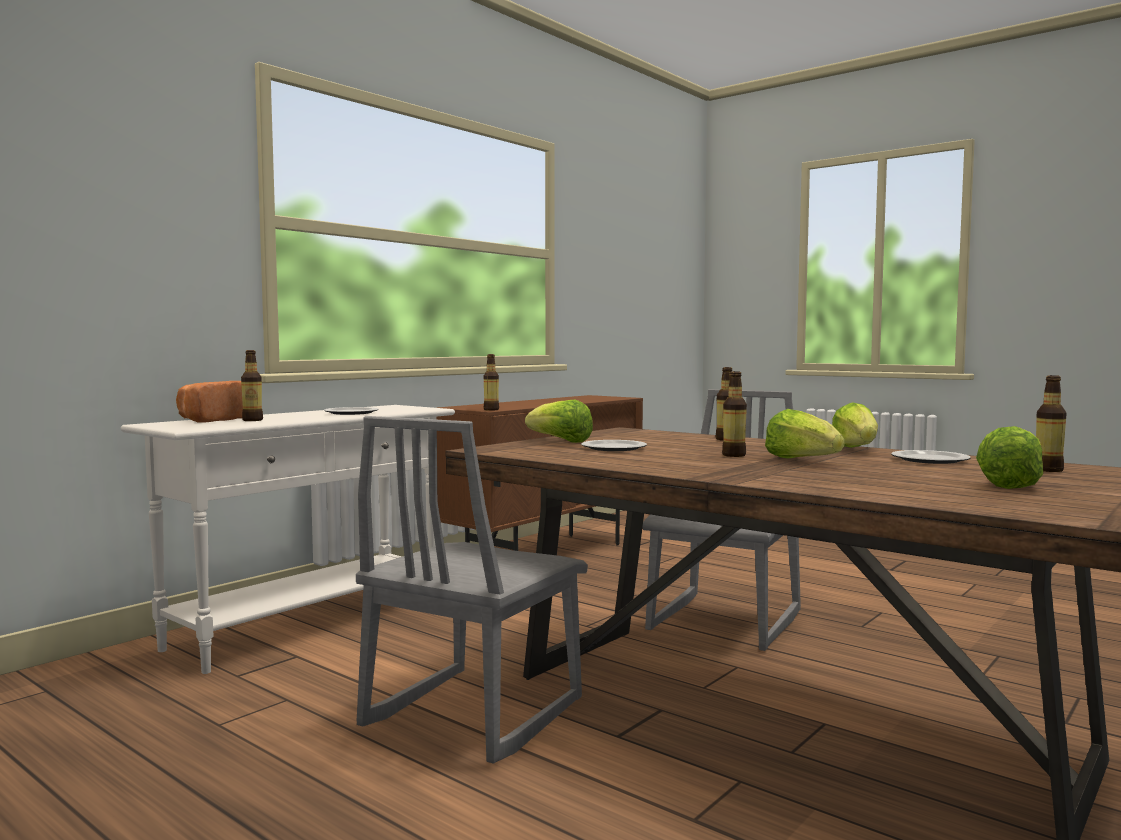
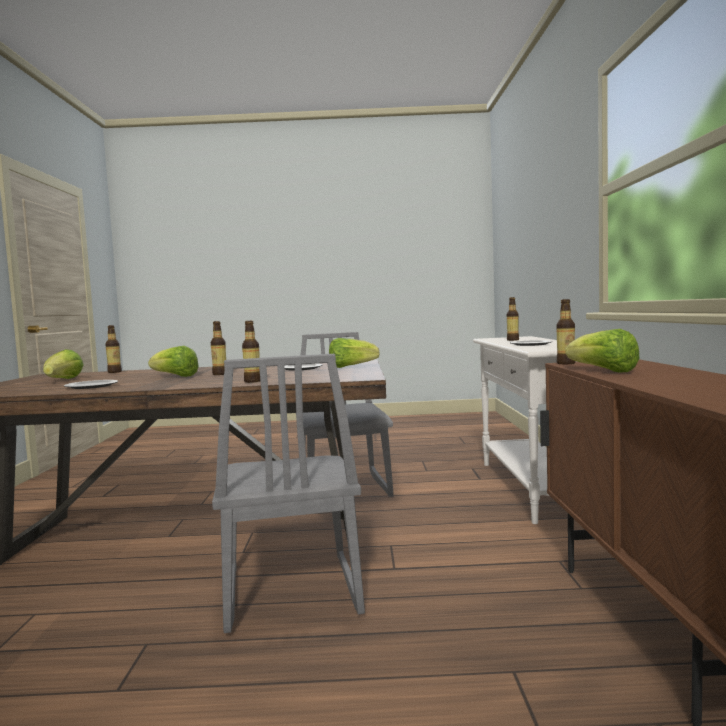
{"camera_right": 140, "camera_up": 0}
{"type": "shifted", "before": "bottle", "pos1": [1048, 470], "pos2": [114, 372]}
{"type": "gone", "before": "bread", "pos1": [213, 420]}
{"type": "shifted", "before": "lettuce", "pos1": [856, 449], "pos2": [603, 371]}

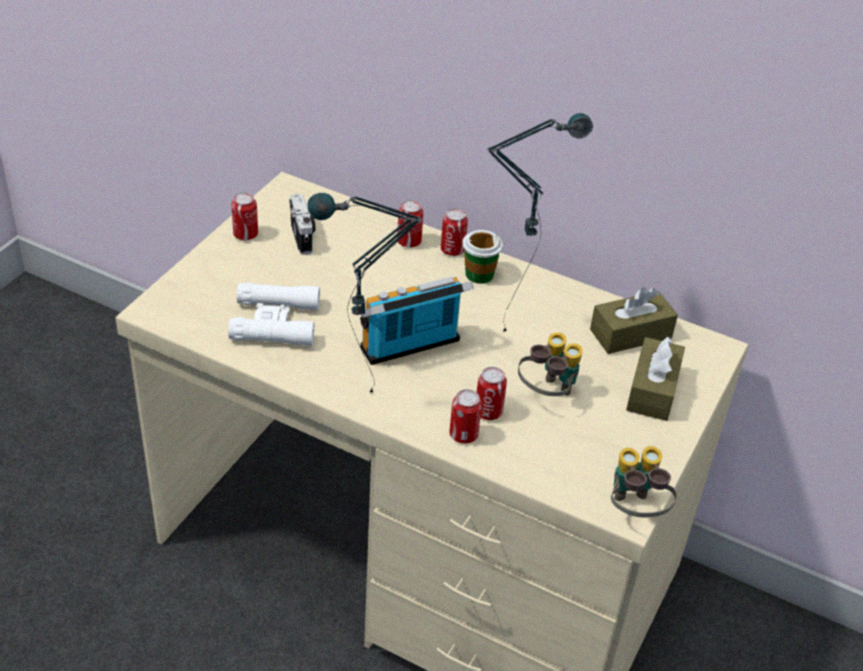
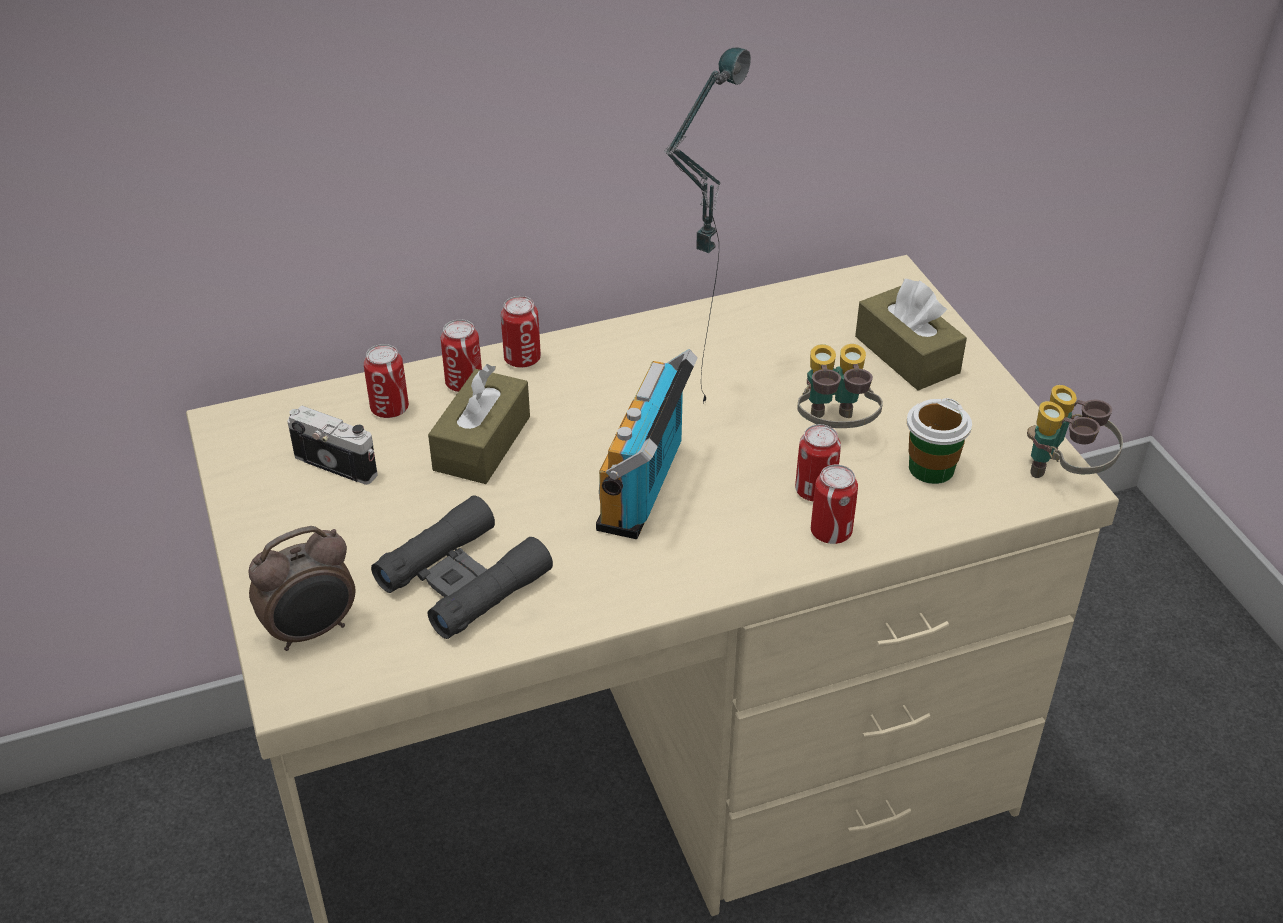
{"camera_right": -45, "camera_up": 0}
{"type": "shifted", "before": "can", "pos1": [245, 234], "pos2": [389, 408]}
{"type": "gone", "before": "table lamp", "pos1": [360, 404]}
{"type": "shifted", "before": "cup", "pos1": [479, 274], "pos2": [931, 468]}
{"type": "repainted", "before": "binoculars in white", "after": "binoculars in black", "pos1": [275, 322], "pos2": [463, 579]}
{"type": "shifted", "before": "tissue box in brown", "pos1": [630, 334], "pos2": [482, 443]}
{"type": "new", "after": "alarm clock", "pos2": [312, 631]}

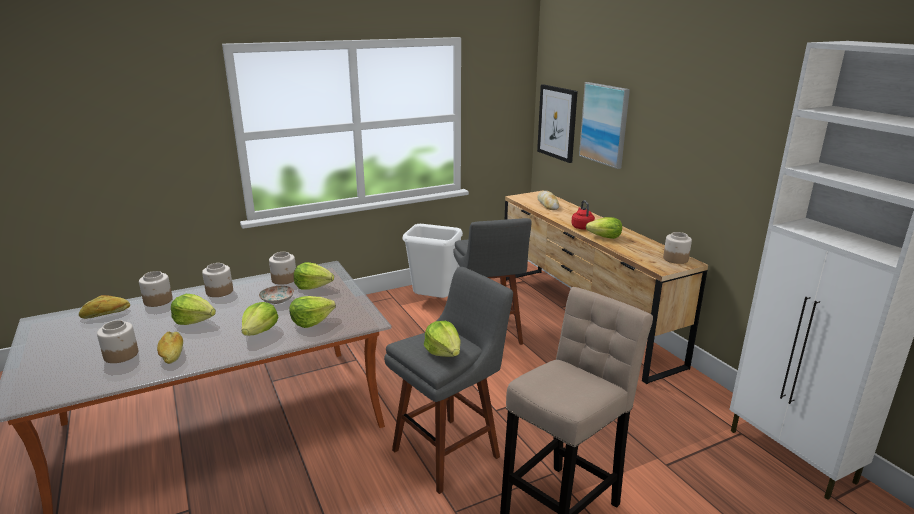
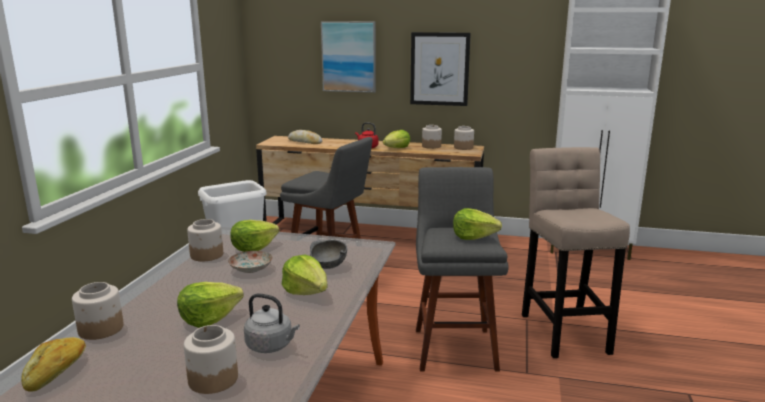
{"camera_right": -50, "camera_up": -5}
{"type": "shifted", "before": "picture", "pos1": [557, 122], "pos2": [439, 69]}
{"type": "shifted", "before": "jar", "pos1": [220, 291], "pos2": [431, 146]}
{"type": "swapped", "before": "lettuce", "after": "bowl in grey", "pos1": [311, 321], "pos2": [329, 266]}
{"type": "swapped", "before": "bread", "after": "kettle in grey", "pos1": [172, 353], "pos2": [271, 346]}

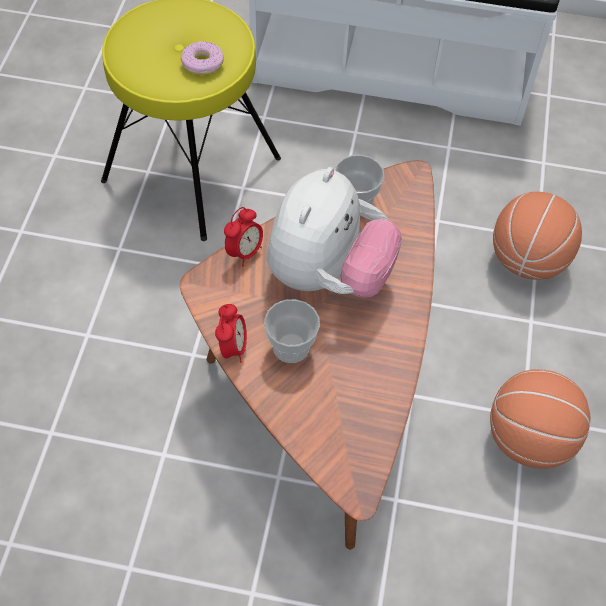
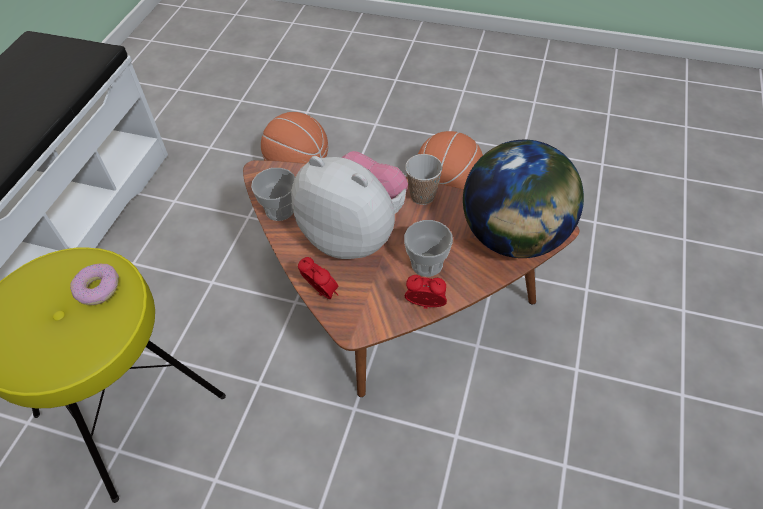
{"camera_right": -80, "camera_up": -5}
{"type": "new", "after": "globe", "pos2": [514, 237]}
{"type": "new", "after": "cup", "pos2": [422, 196]}

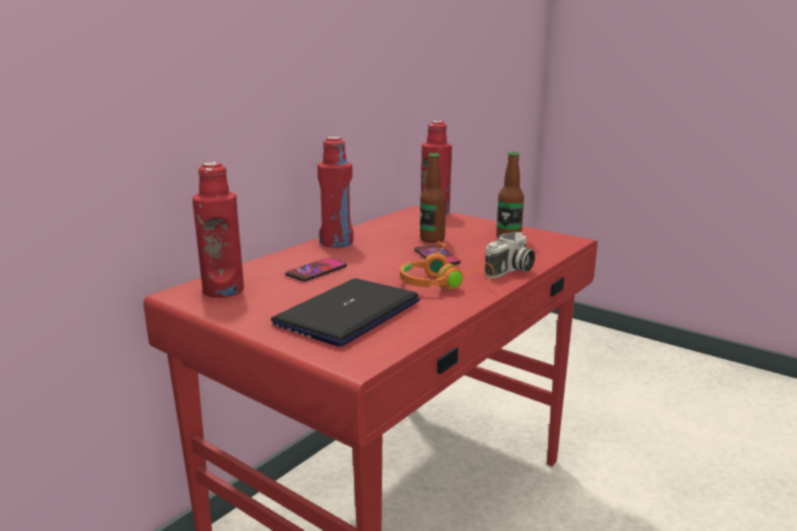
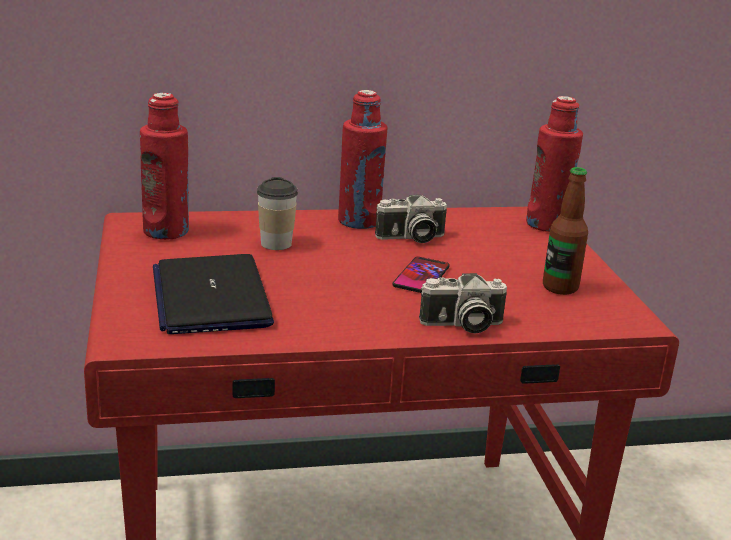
{"camera_right": 40, "camera_up": 5}
{"type": "gone", "before": "bottle", "pos1": [432, 239]}
{"type": "gone", "before": "headphones in orange", "pos1": [442, 284]}
{"type": "swapped", "before": "phone", "after": "cup", "pos1": [316, 271], "pos2": [276, 244]}
{"type": "rotated", "before": "laptop", "pos1": [348, 313], "pos2": [210, 296], "turn": -90}
{"type": "new", "after": "photo camera", "pos2": [411, 238]}

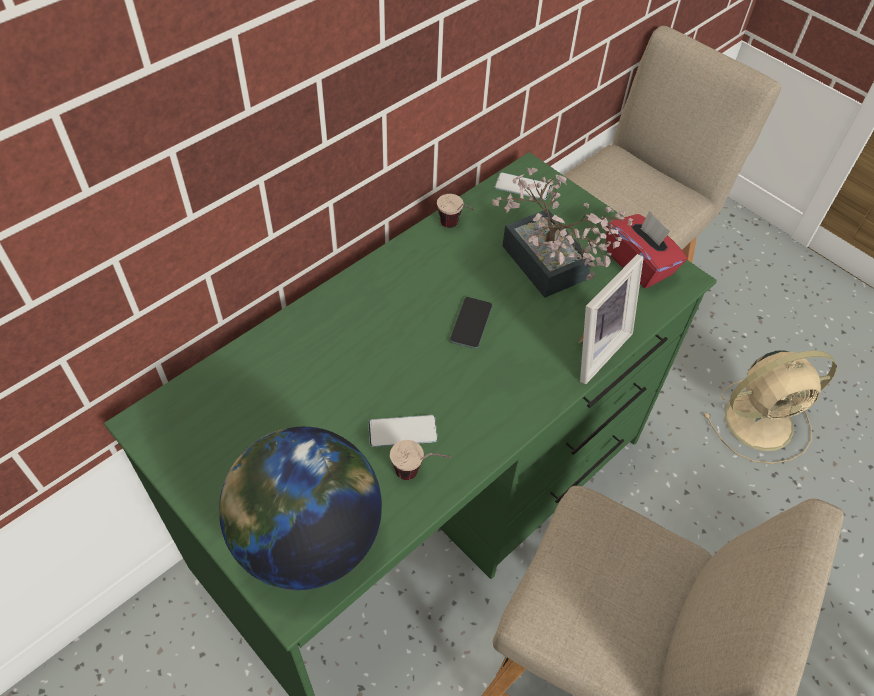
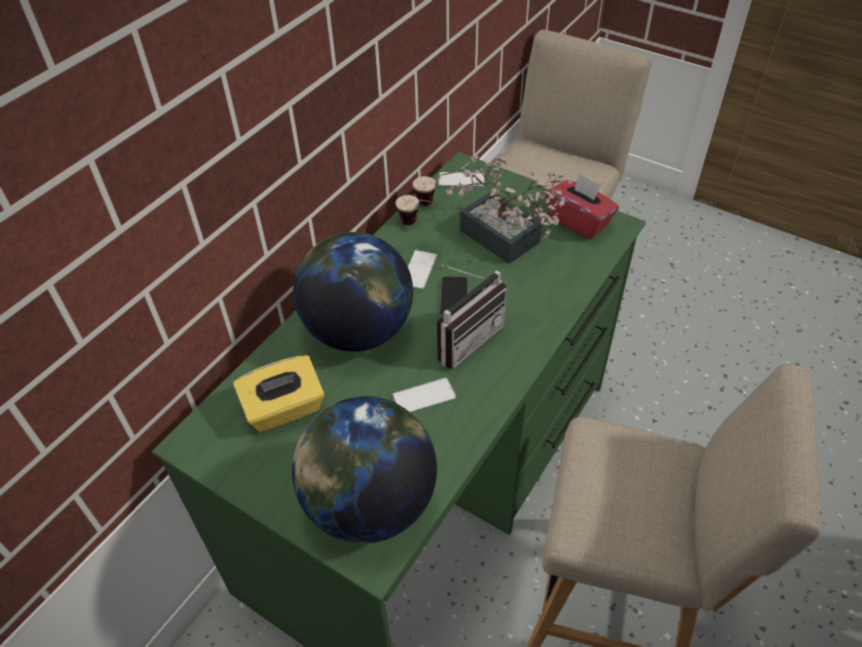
{"camera_right": -10, "camera_up": -5}
{"type": "gone", "before": "picture frame", "pos1": [593, 348]}
{"type": "gone", "before": "fan in beige", "pos1": [761, 421]}
{"type": "shifted", "before": "cup", "pos1": [419, 474], "pos2": [434, 201]}
{"type": "new", "after": "globe", "pos2": [358, 330]}
{"type": "new", "after": "phone", "pos2": [419, 269]}
{"type": "new", "after": "radio", "pos2": [464, 338]}
{"type": "new", "after": "tissue box in yellow", "pos2": [284, 409]}

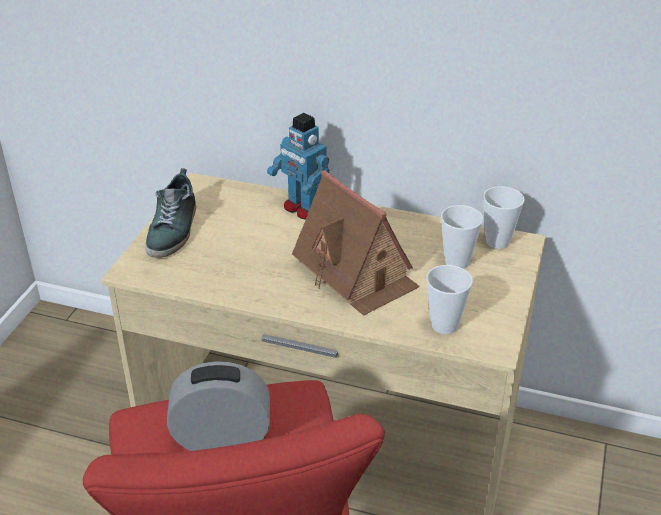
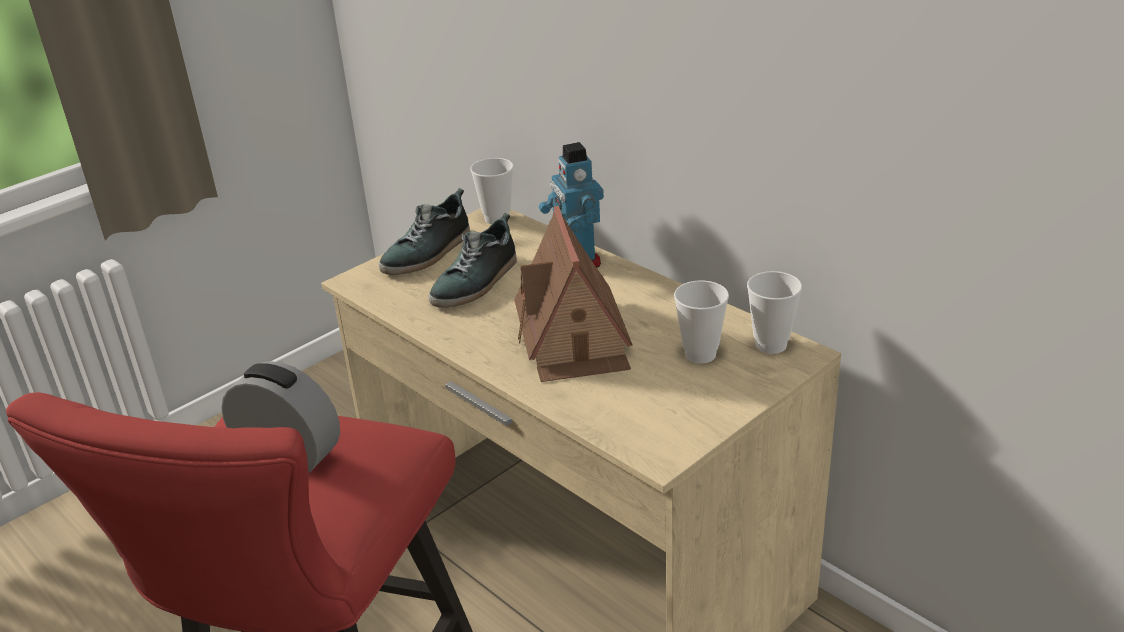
{"camera_right": 30, "camera_up": -5}
{"type": "shifted", "before": "cup", "pos1": [444, 325], "pos2": [497, 218]}
{"type": "new", "after": "shoe", "pos2": [476, 282]}

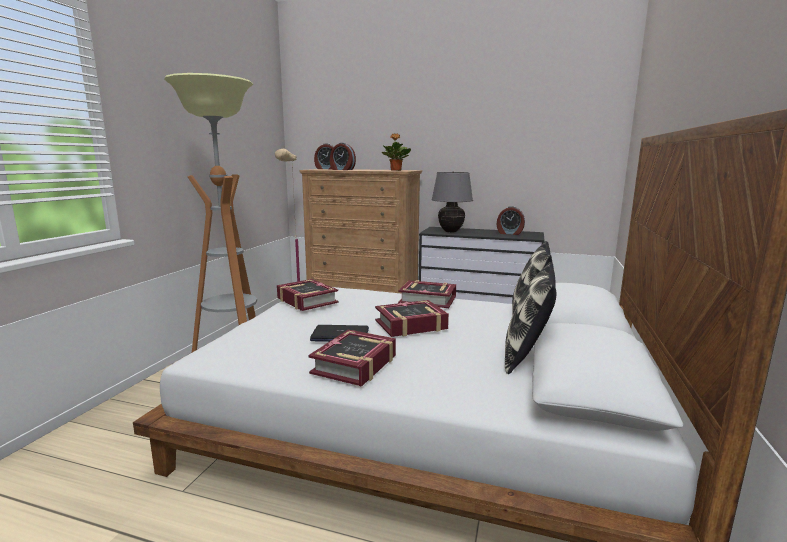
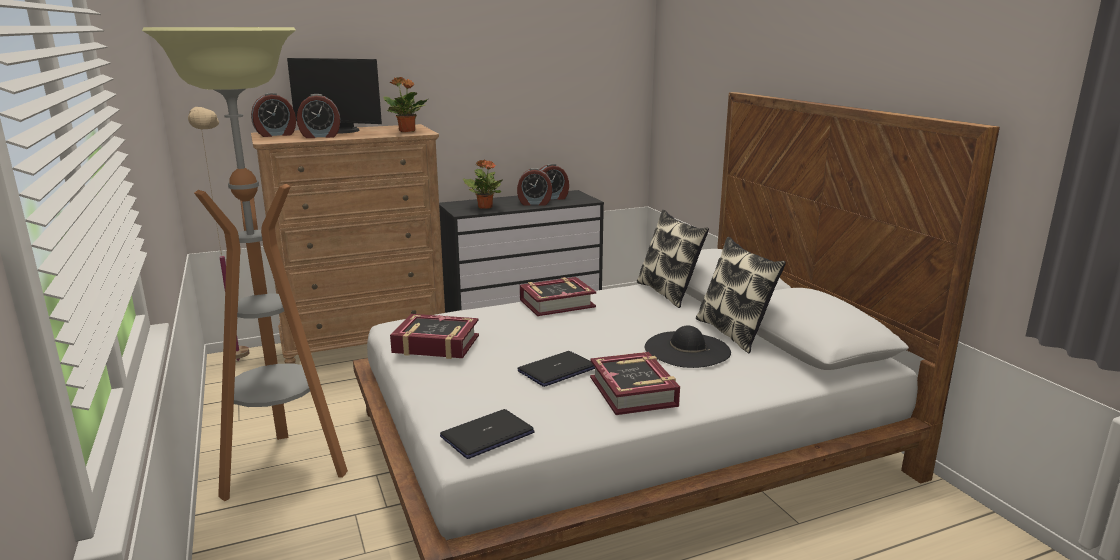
{"camera_right": -40, "camera_up": 5}
{"type": "swapped", "before": "table lamp in grey", "after": "potted plant", "pos1": [451, 231], "pos2": [485, 207]}
{"type": "gone", "before": "book", "pos1": [411, 325]}
{"type": "new", "after": "monitor", "pos2": [340, 131]}
{"type": "new", "after": "alarm clock", "pos2": [534, 203]}
{"type": "new", "after": "hat in black", "pos2": [687, 349]}
{"type": "new", "after": "laptop", "pos2": [487, 435]}

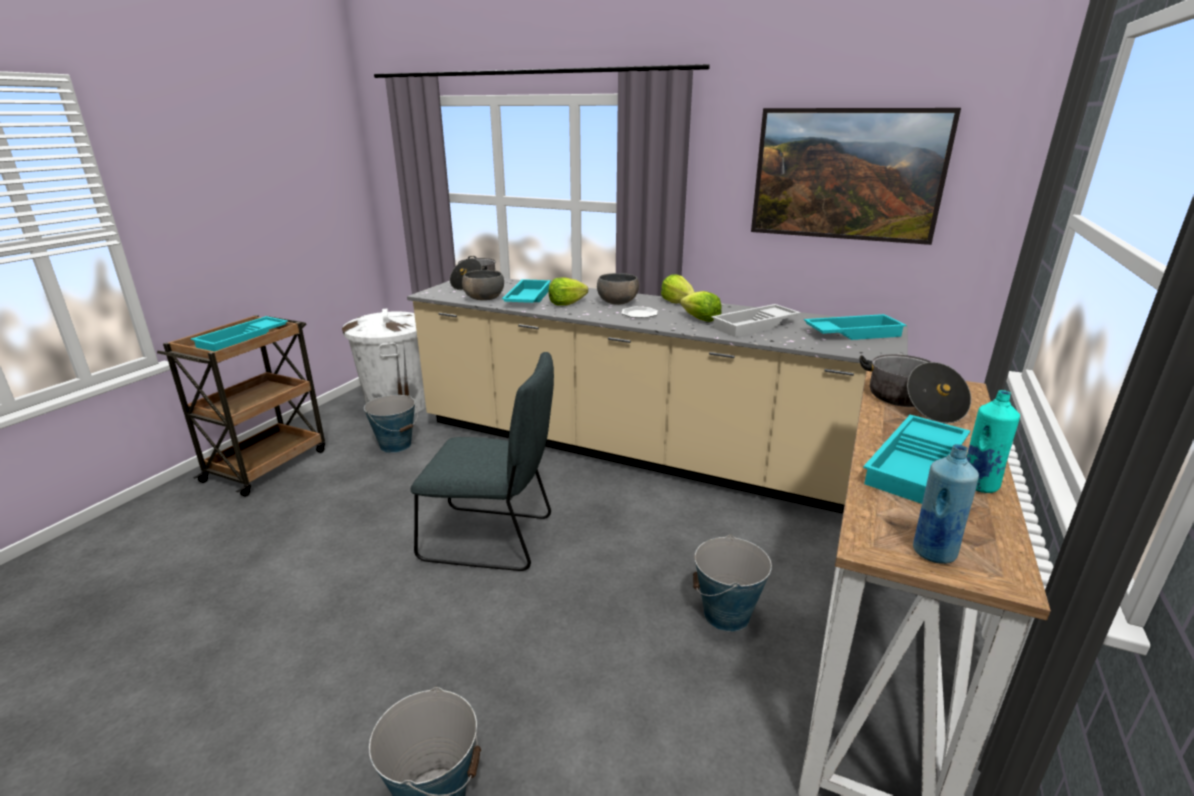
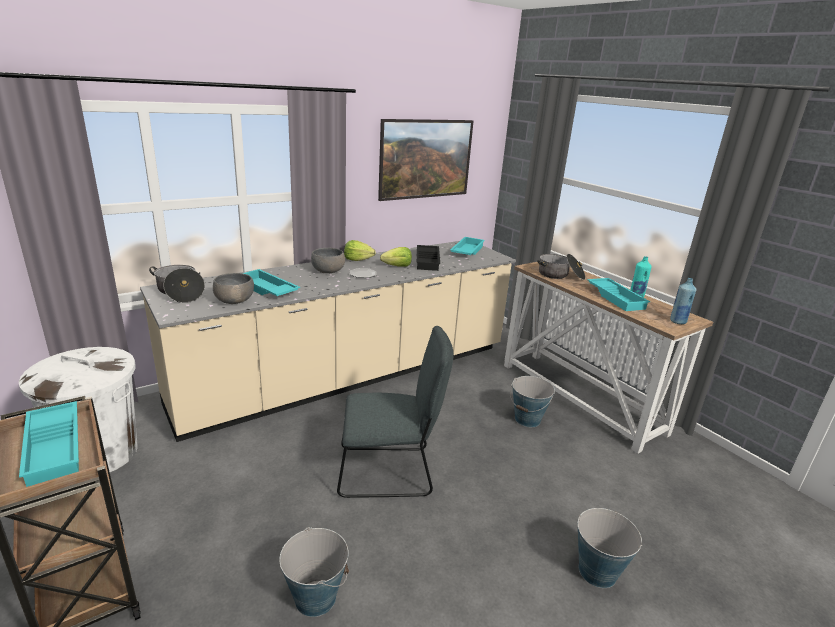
{"camera_right": -60, "camera_up": 0}
{"type": "gone", "before": "lettuce", "pos1": [566, 303]}
{"type": "repainted", "before": "tray in white", "after": "tray in black", "pos1": [755, 326], "pos2": [428, 261]}
{"type": "rotated", "before": "chair in grey", "pos1": [493, 539], "pos2": [390, 471], "turn": 45}
{"type": "shifted", "before": "bucket", "pos1": [396, 445], "pos2": [315, 597]}

